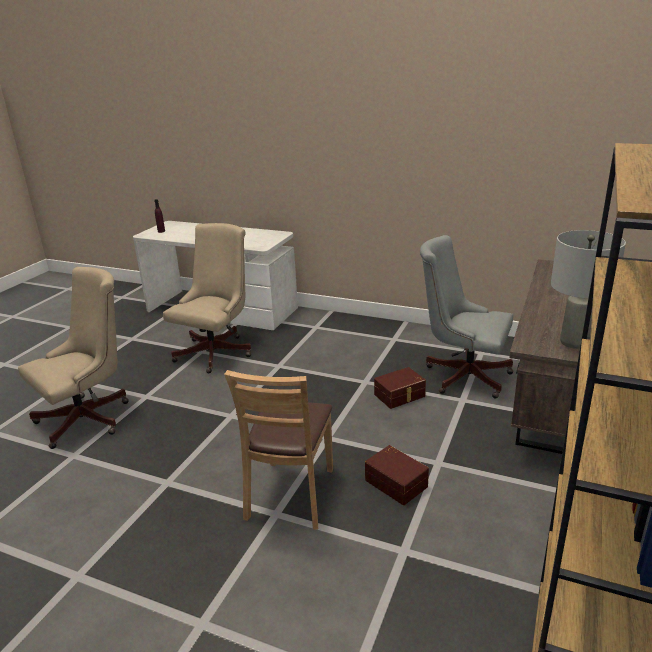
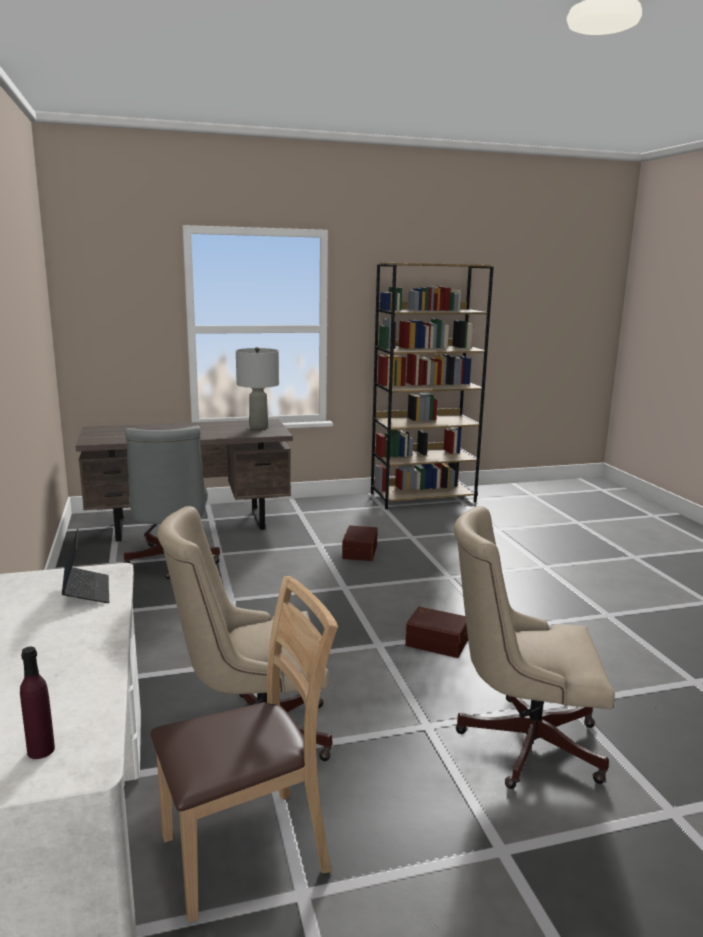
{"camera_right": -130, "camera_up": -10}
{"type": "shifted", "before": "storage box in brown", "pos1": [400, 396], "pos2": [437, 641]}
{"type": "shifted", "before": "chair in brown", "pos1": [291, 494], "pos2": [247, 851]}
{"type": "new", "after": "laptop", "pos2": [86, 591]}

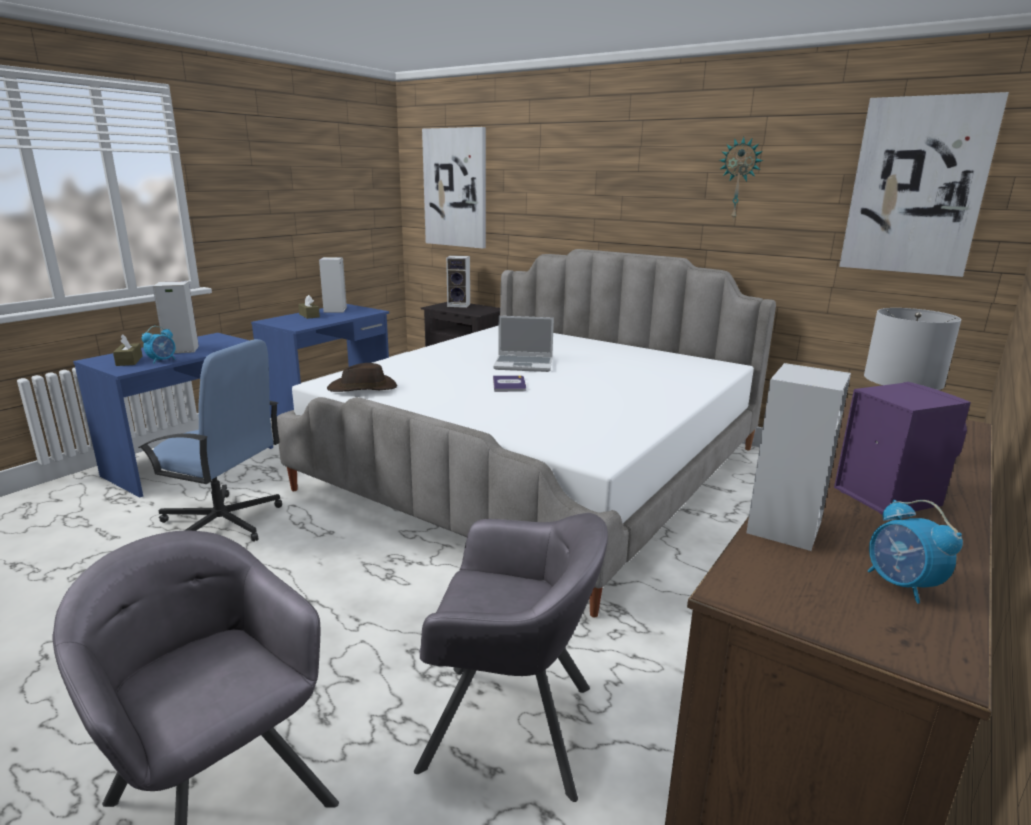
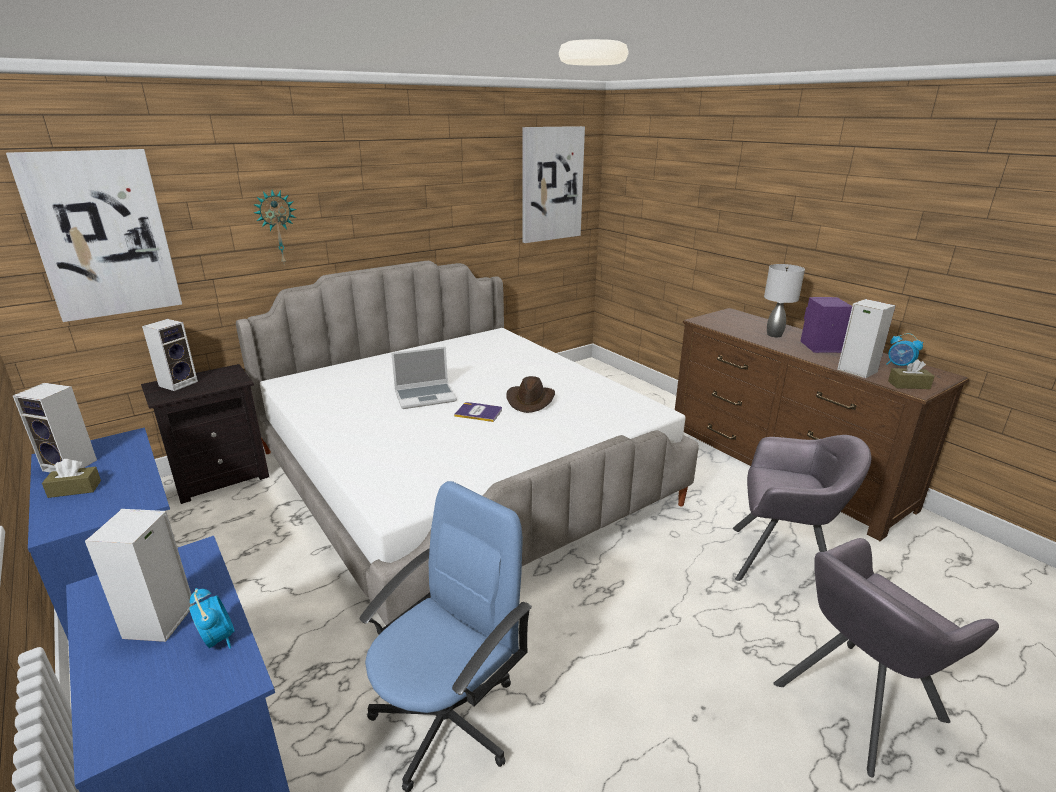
{"camera_right": -70, "camera_up": 5}
{"type": "shifted", "before": "wall clock", "pos1": [739, 179], "pos2": [277, 227]}
{"type": "rotated", "before": "laptop", "pos1": [524, 364], "pos2": [426, 396], "turn": 45}
{"type": "shifted", "before": "tissue box in brown", "pos1": [129, 361], "pos2": [908, 385]}
{"type": "shifted", "before": "hat in brown", "pos1": [363, 388], "pos2": [530, 400]}
{"type": "rotated", "before": "alarm clock", "pos1": [901, 585], "pos2": [899, 366], "turn": 45}
{"type": "rotated", "before": "armchair in grey", "pos1": [510, 727], "pos2": [782, 561], "turn": 75}

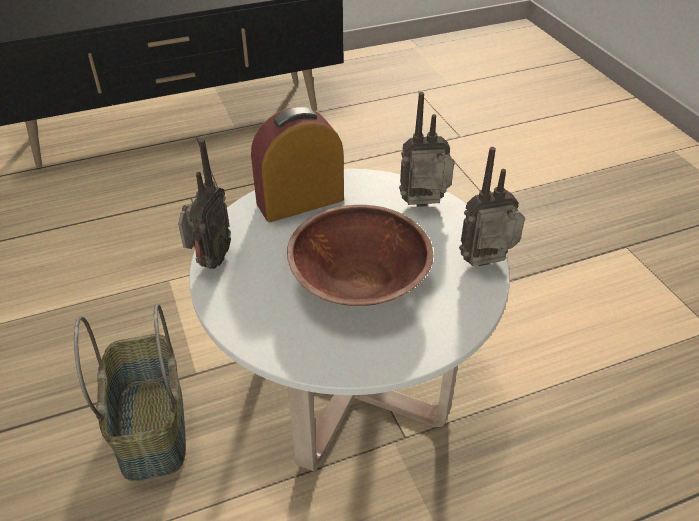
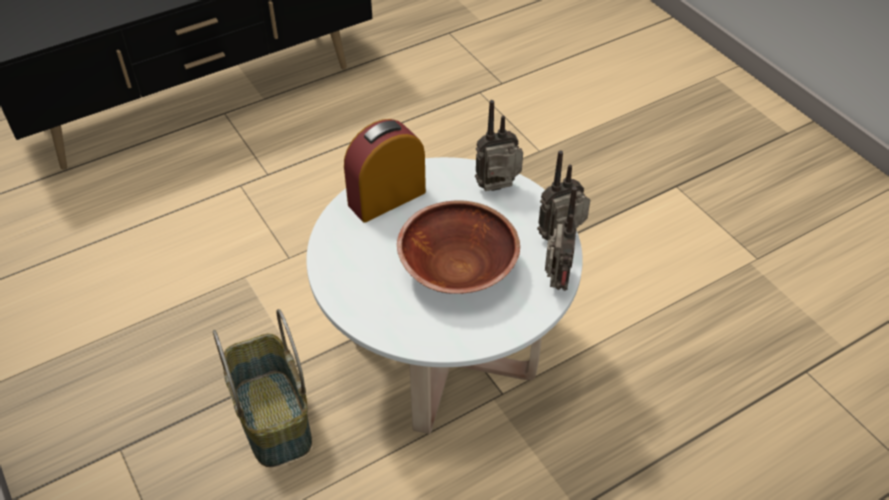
{"camera_right": -10, "camera_up": 5}
{"type": "shifted", "before": "radio", "pos1": [210, 262], "pos2": [555, 283]}

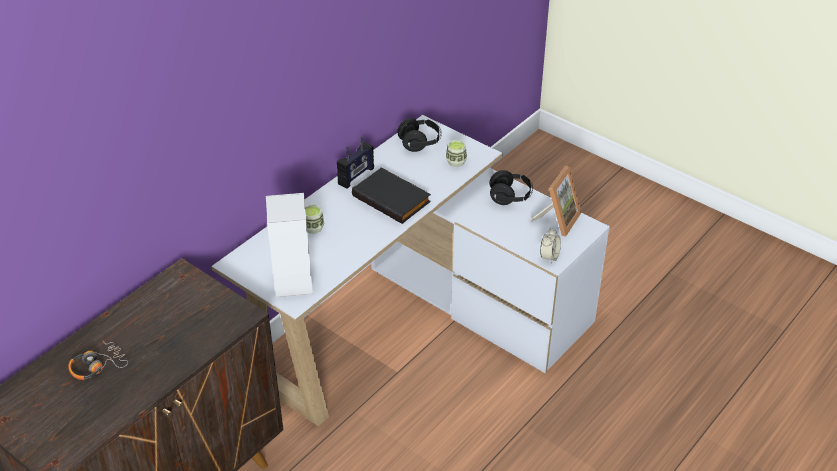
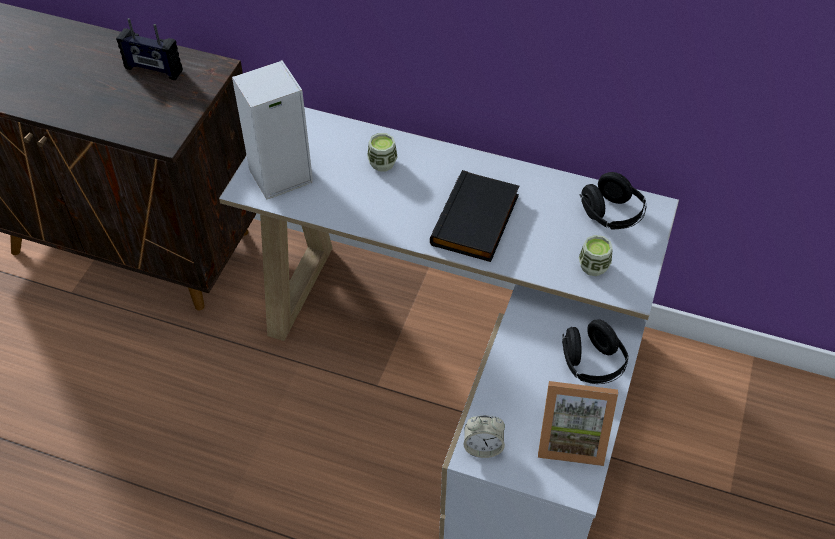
{"camera_right": 70, "camera_up": 10}
{"type": "shifted", "before": "radio", "pos1": [356, 176], "pos2": [153, 70]}
{"type": "gone", "before": "headphones", "pos1": [97, 365]}

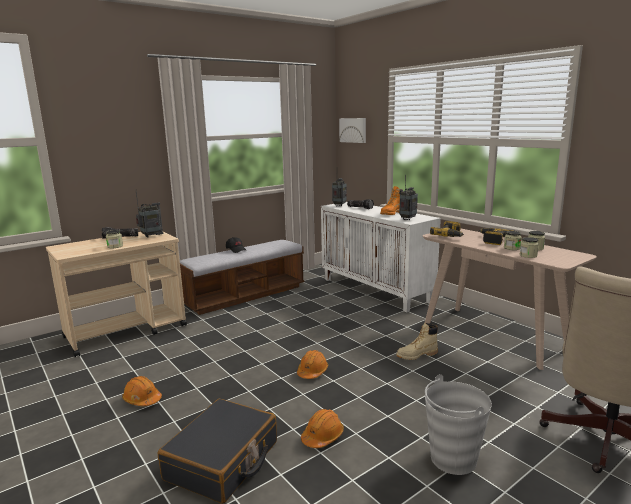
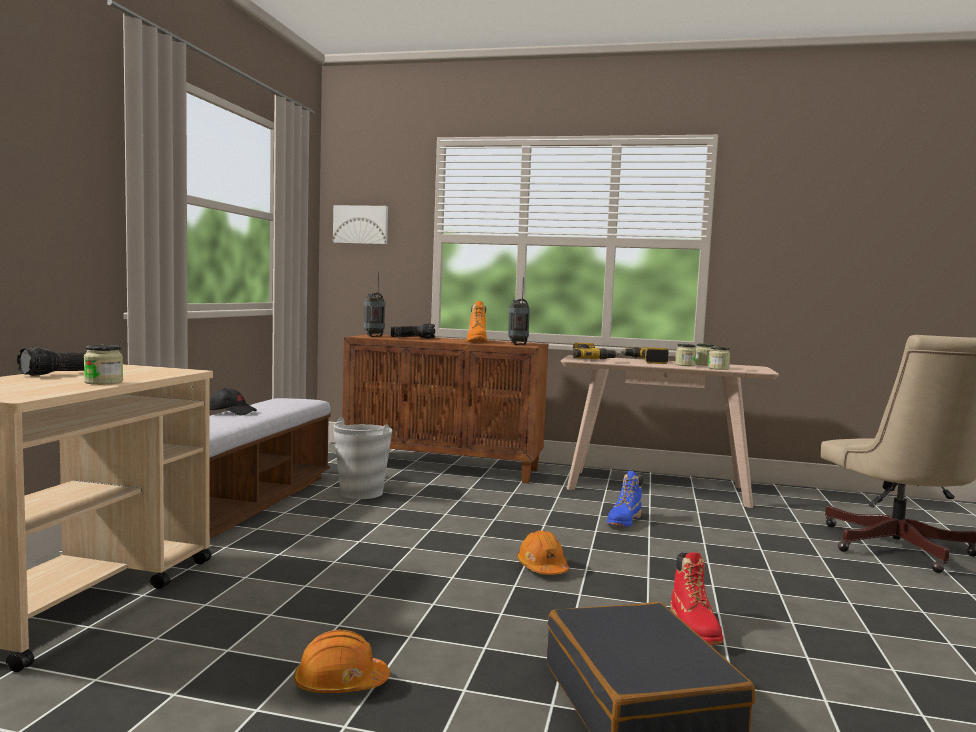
{"camera_right": -40, "camera_up": -10}
{"type": "gone", "before": "radio", "pos1": [151, 236]}
{"type": "repainted", "before": "cabinet in white", "after": "cabinet in brown", "pos1": [376, 290], "pos2": [444, 467]}
{"type": "repainted", "before": "boot in beige", "after": "boot in blue", "pos1": [416, 355], "pos2": [624, 521]}
{"type": "shifted", "before": "bucket in grey", "pos1": [452, 458], "pos2": [361, 493]}
{"type": "swapped", "before": "hard hat in orange", "after": "boot in red", "pos1": [322, 436], "pos2": [694, 629]}

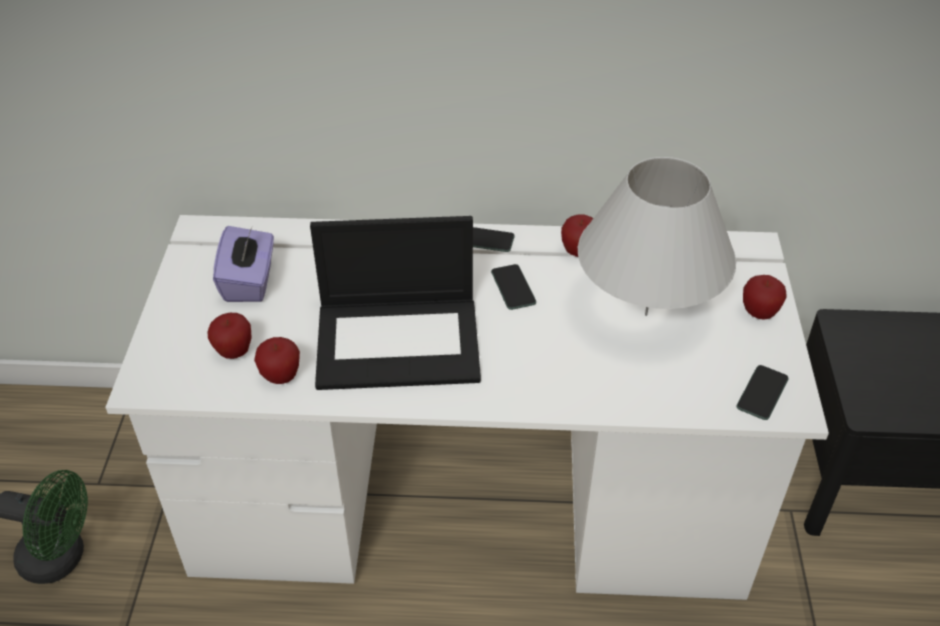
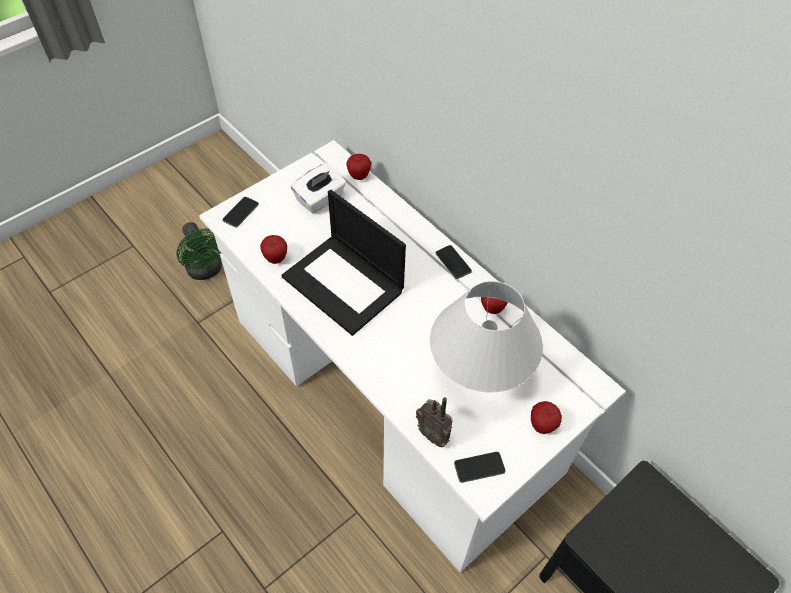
{"camera_right": 45, "camera_up": 10}
{"type": "repainted", "before": "tissue box in purple", "after": "tissue box in white", "pos1": [249, 281], "pos2": [320, 199]}
{"type": "shifted", "before": "phone", "pos1": [513, 287], "pos2": [240, 212]}
{"type": "shifted", "before": "apple", "pos1": [234, 352], "pos2": [359, 176]}
{"type": "new", "after": "radio", "pos2": [433, 434]}

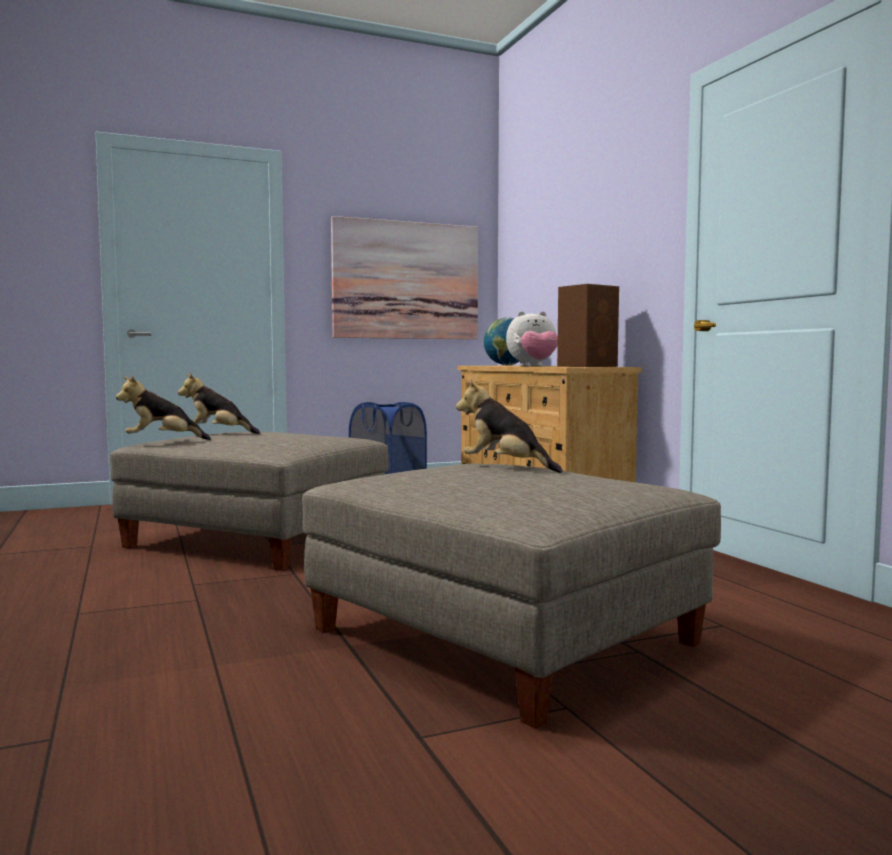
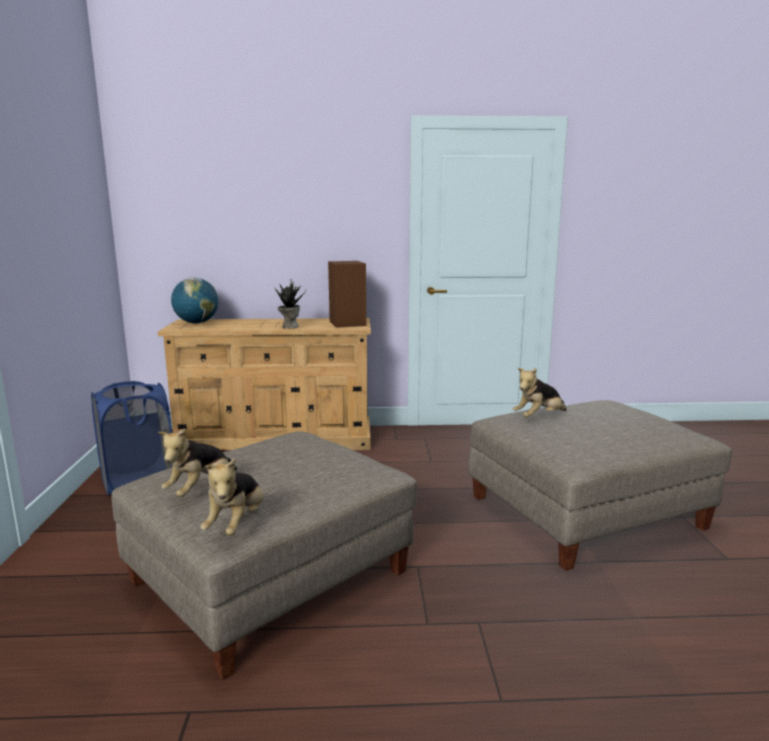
{"camera_right": -70, "camera_up": 10}
{"type": "gone", "before": "picture", "pos1": [406, 280]}
{"type": "swapped", "before": "plush toy", "after": "potted plant", "pos1": [533, 366], "pos2": [289, 327]}

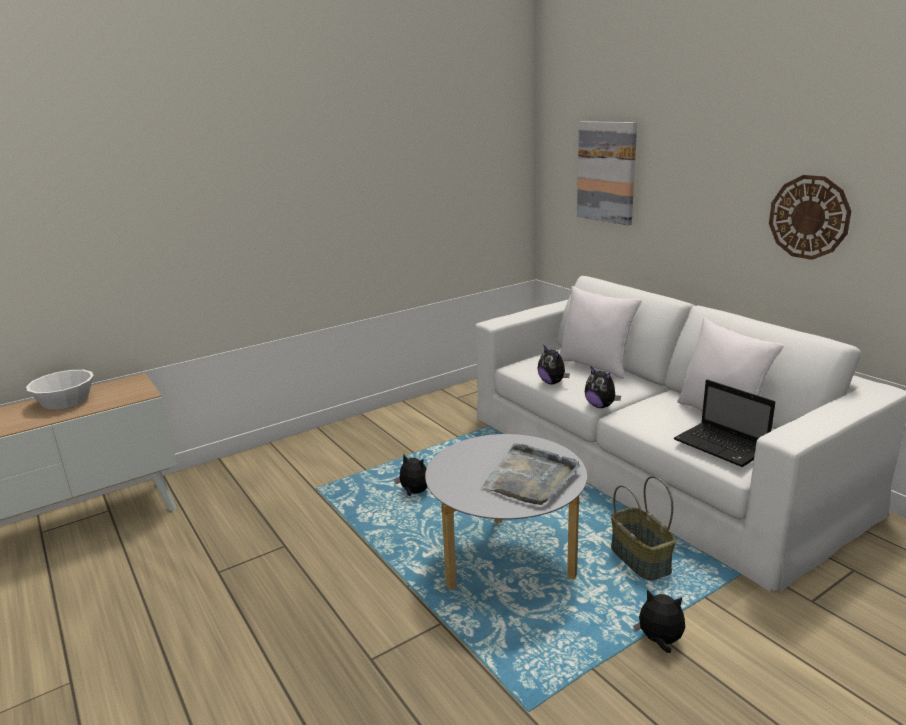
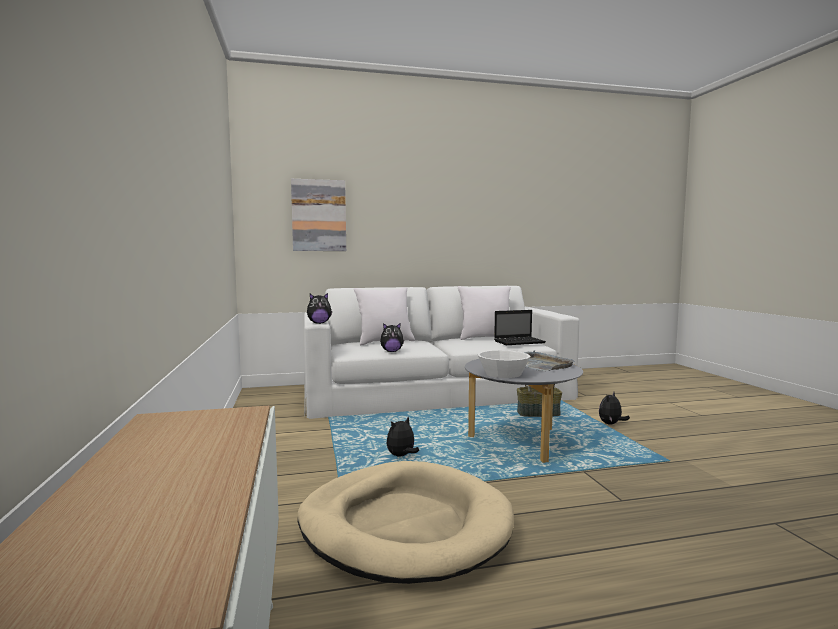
{"camera_right": -70, "camera_up": -15}
{"type": "gone", "before": "wall clock", "pos1": [809, 217]}
{"type": "shifted", "before": "plush toy", "pos1": [600, 406], "pos2": [319, 323]}
{"type": "shifted", "before": "bowl in white", "pos1": [65, 401], "pos2": [503, 374]}
{"type": "new", "after": "dog bed in beige", "pos2": [404, 525]}

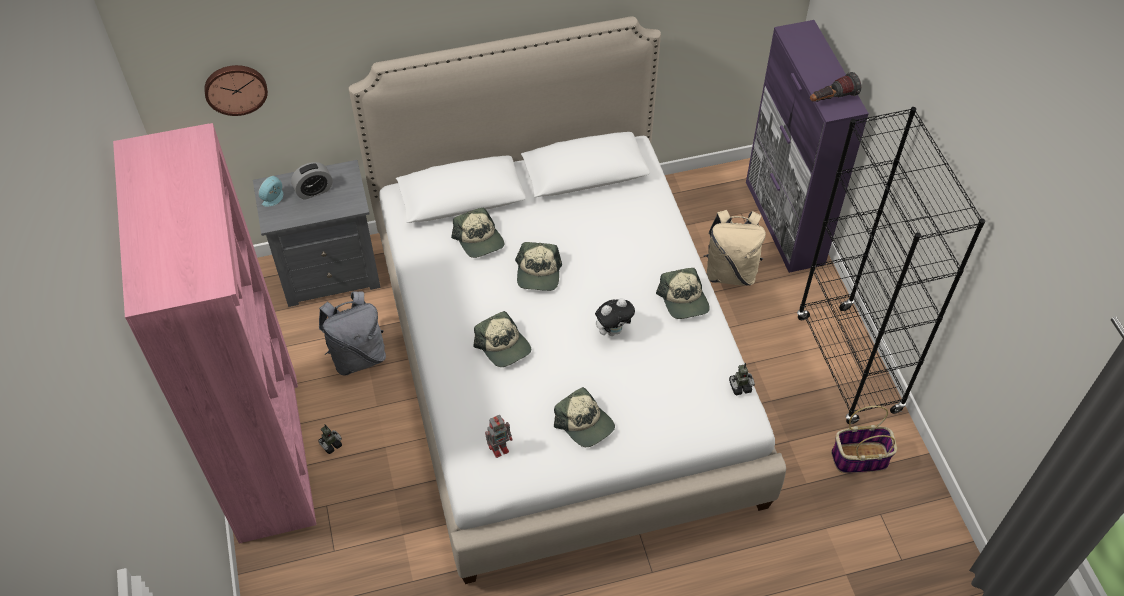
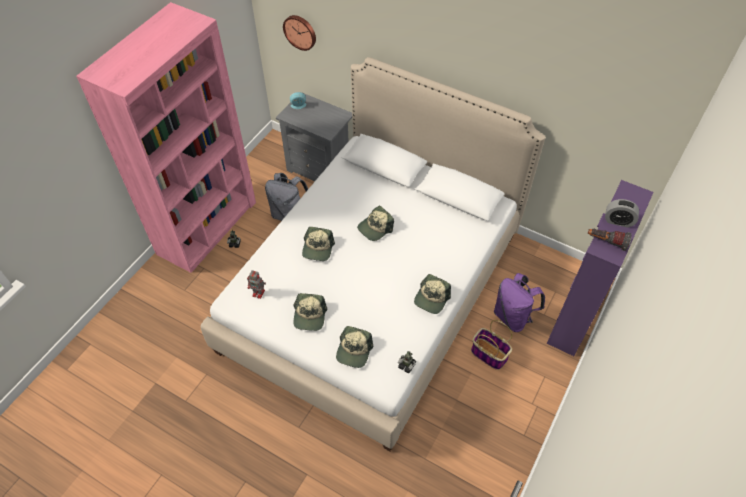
{"camera_right": 45, "camera_up": 0}
{"type": "gone", "before": "bookcase in black", "pos1": [848, 364]}
{"type": "shifted", "before": "alarm clock", "pos1": [314, 191], "pos2": [618, 221]}
{"type": "shifted", "before": "cap", "pos1": [479, 240], "pos2": [354, 351]}
{"type": "repainted", "before": "backpack in beige", "after": "backpack in purple", "pos1": [730, 272], "pos2": [513, 317]}
{"type": "gone", "before": "plush toy", "pos1": [613, 330]}
{"type": "shifted", "before": "basket", "pos1": [859, 458], "pos2": [488, 354]}

